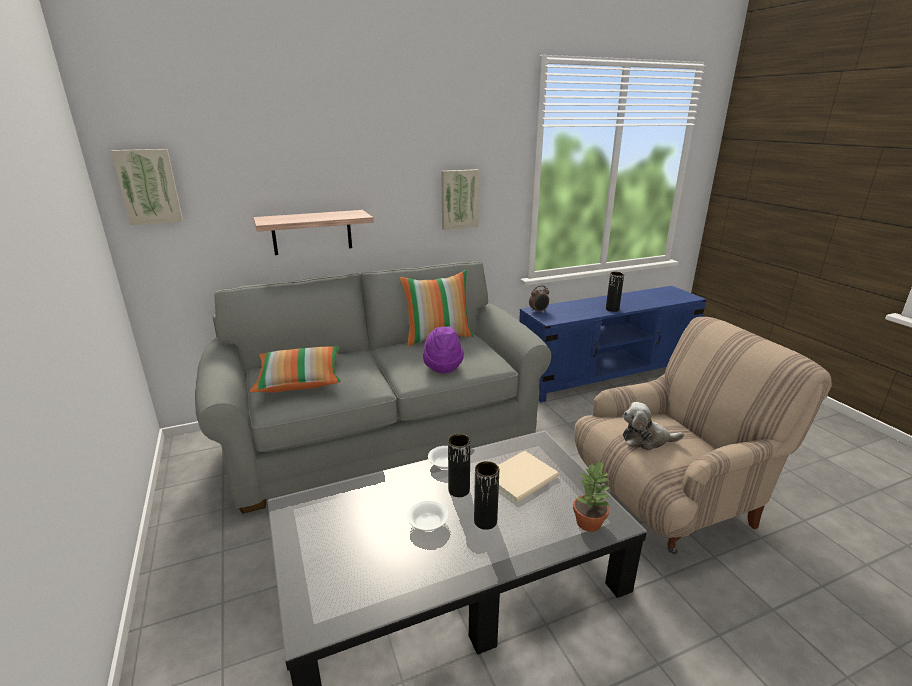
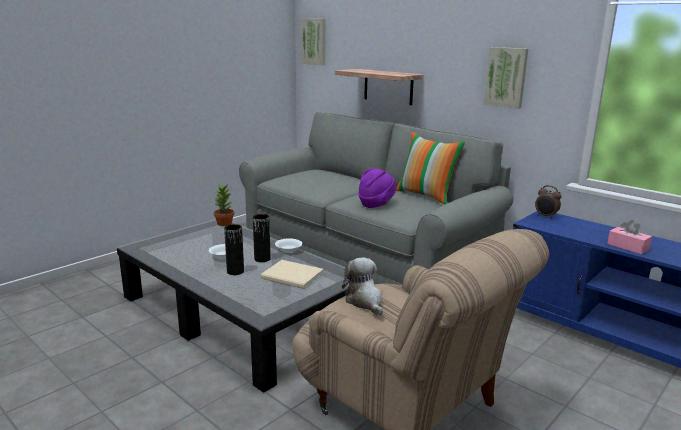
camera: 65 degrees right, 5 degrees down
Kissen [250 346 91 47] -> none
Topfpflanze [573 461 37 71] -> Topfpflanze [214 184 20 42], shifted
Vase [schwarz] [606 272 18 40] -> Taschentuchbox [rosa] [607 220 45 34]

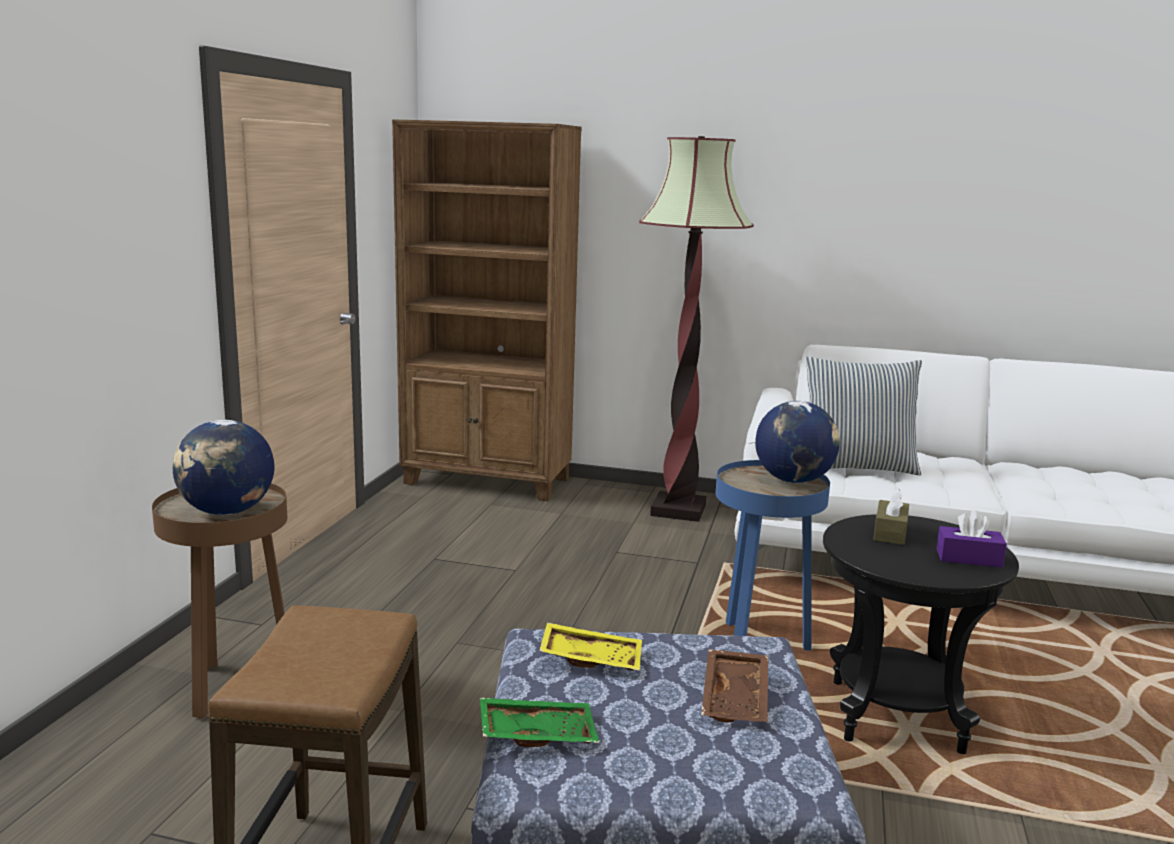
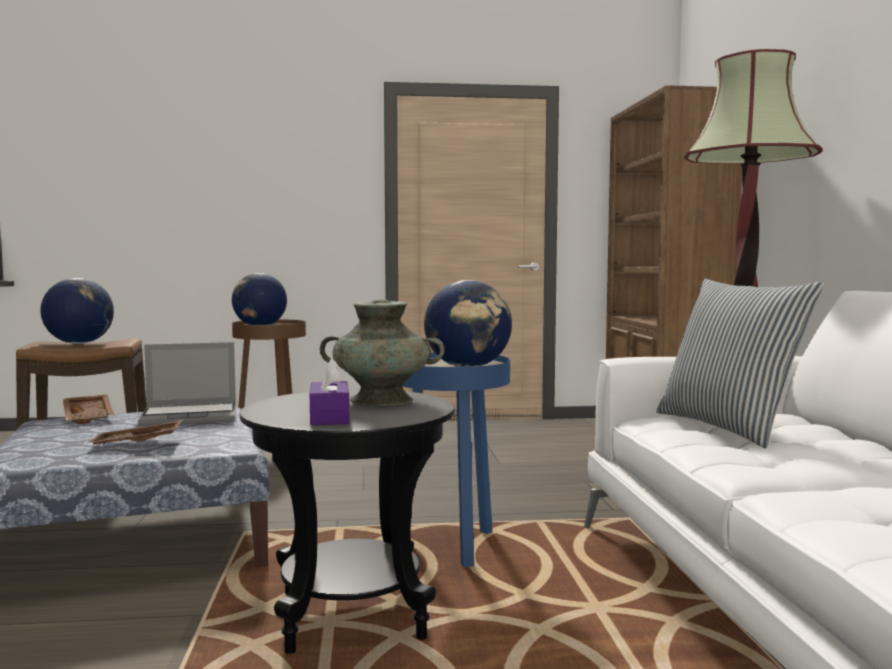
camera: 70 degrees right, 10 degrees down
Tablett [grün] [480 697 119 50] -> Tablett [braun] [63 395 51 29]
Tablett [gelb] [539 622 103 49] -> Laptop [138 342 98 85]
Taschentuchbox [braun] [873 488 36 57] -> Vase [türkis] [320 299 124 107]
none -> Globus [40 278 74 66]

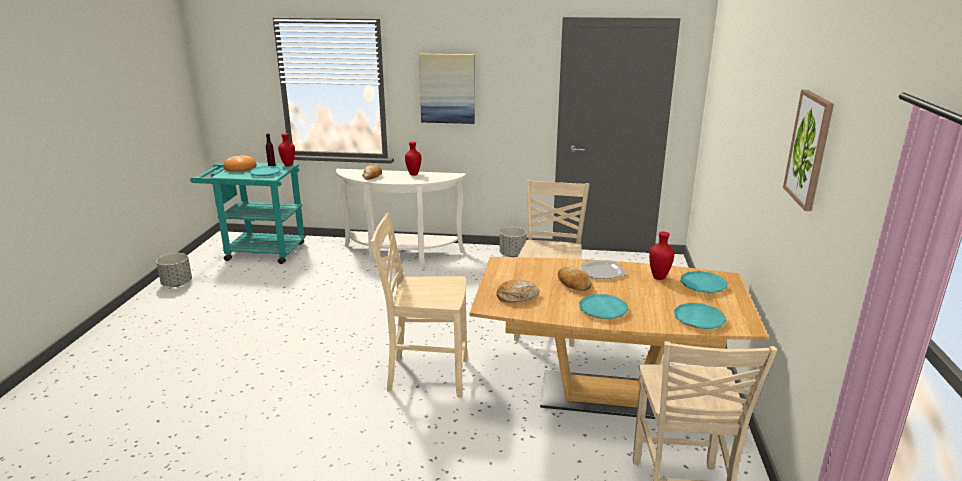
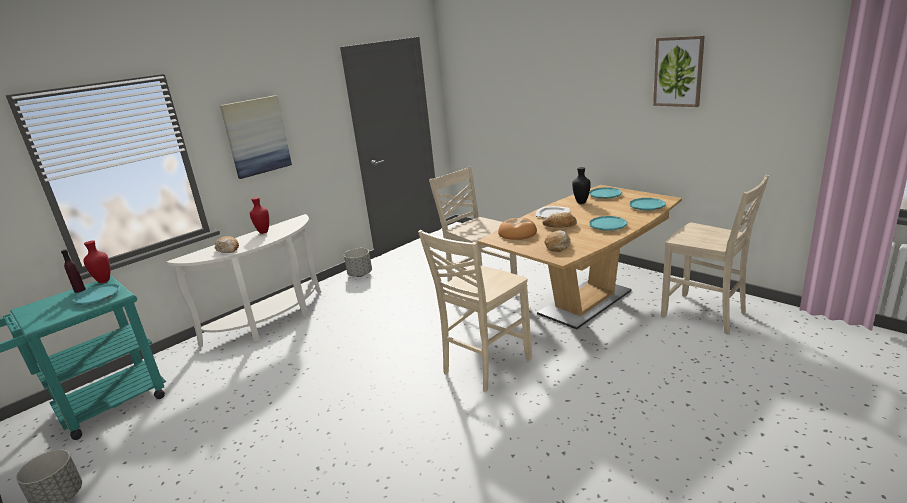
camera: 50 degrees left, 0 degrees up
Brot [223 155 33 17] -> Brot [498 218 39 22], shifted
Vase [rot] [649 232 25 48] -> Vase [schwarz] [572 167 19 37]

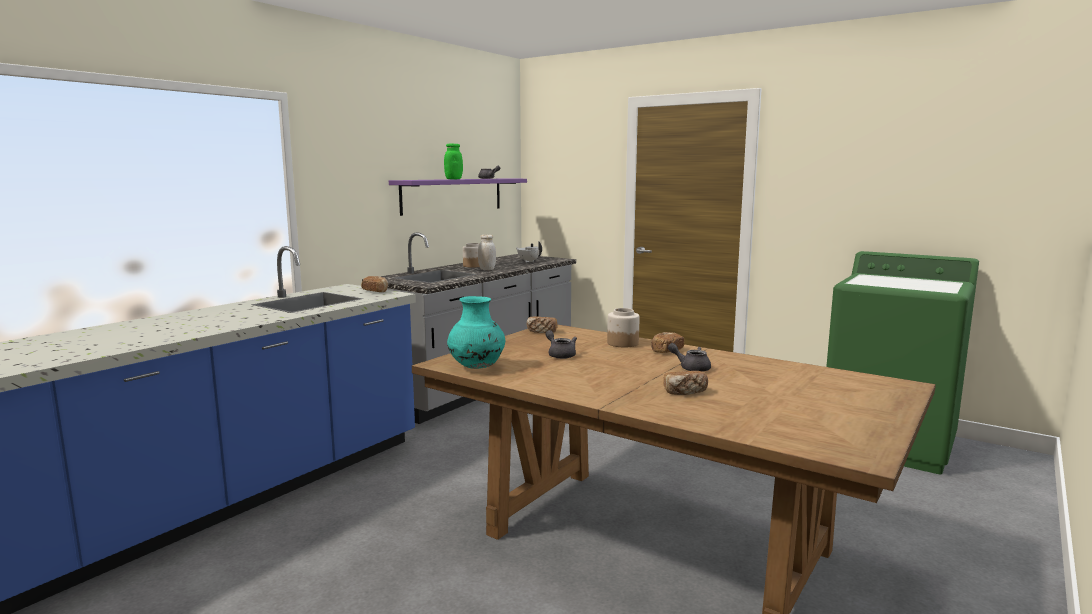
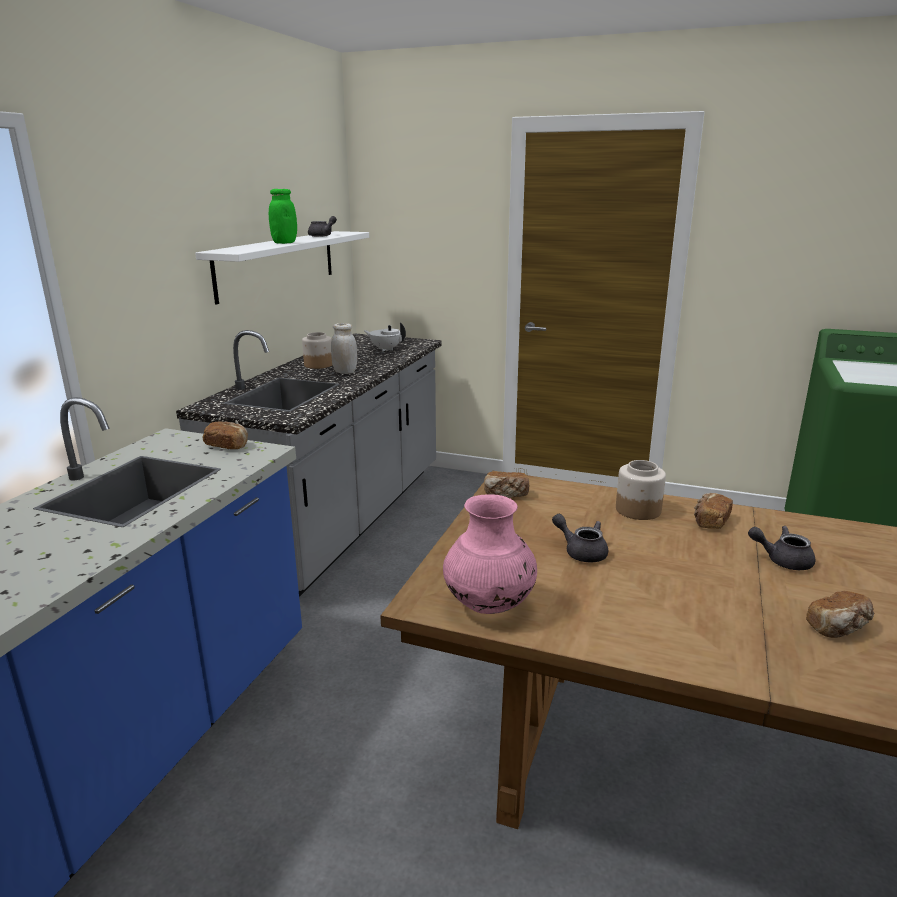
camera: 15 degrees left, 10 degrees up
Wandregal [lila] [389 178 138 38] -> Wandregal [weiß] [195 231 174 74]
Vase [türkis] [447 296 58 73] -> Vase [rosa] [443 494 94 120]

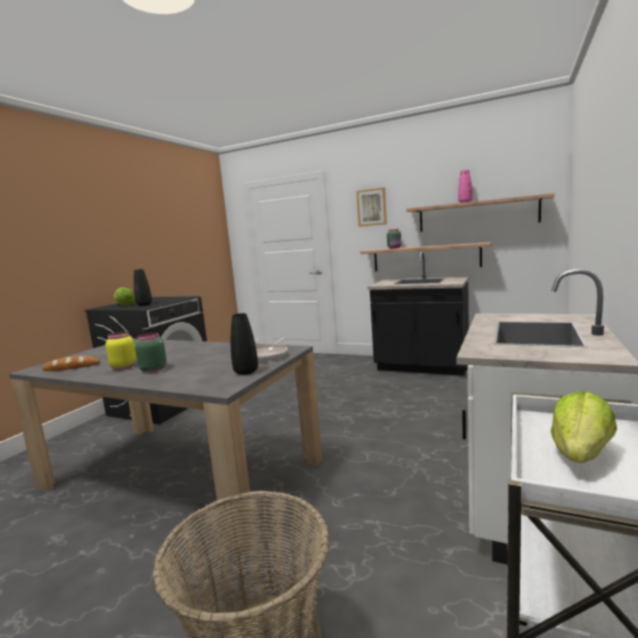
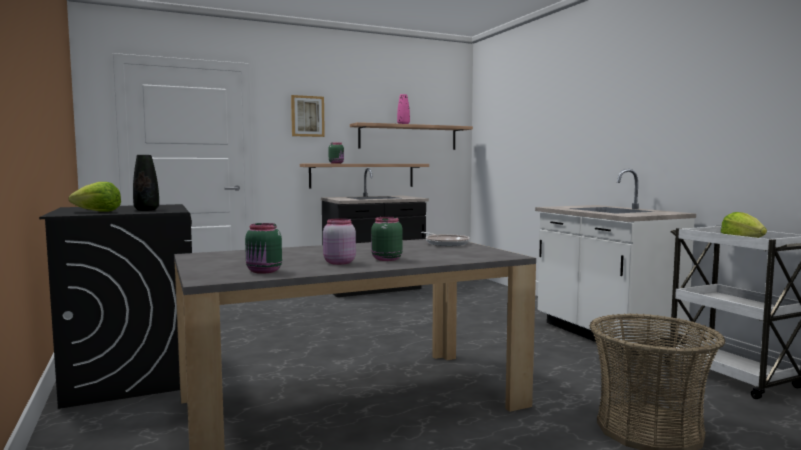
camera: 50 degrees left, 5 degrees down
Brot [42 356 58 15] -> Vorratsglas [grün] [245 223 37 51]
Vorratsglas [gelb] [105 332 32 38] -> Vorratsglas [rosa] [323 218 33 47]
Vase [schwarz] [231 313 27 62] -> none

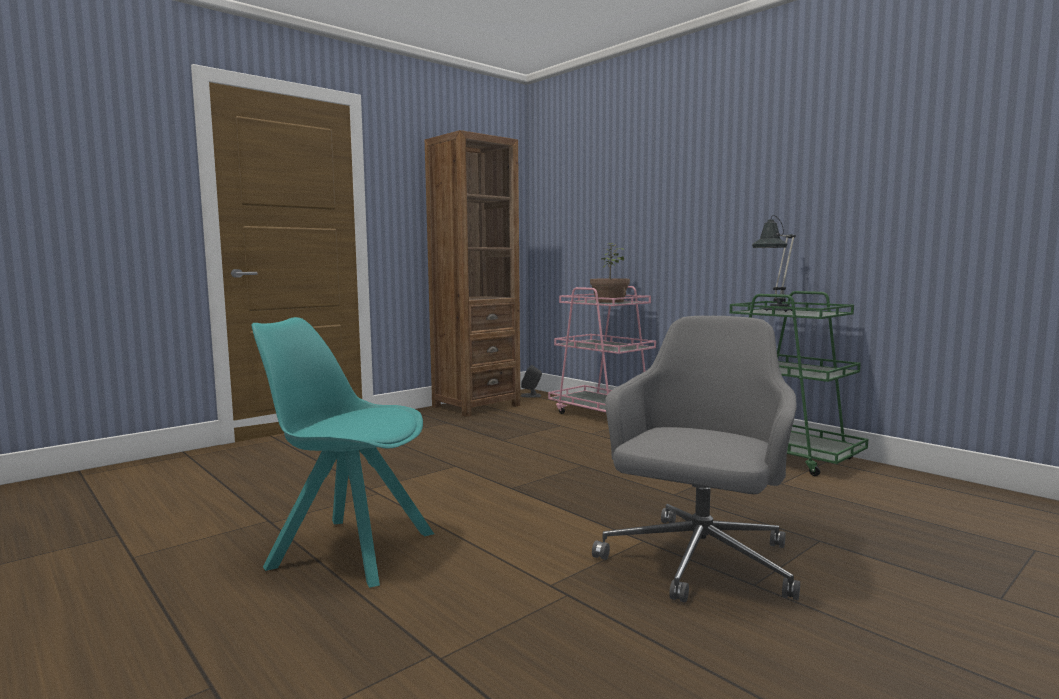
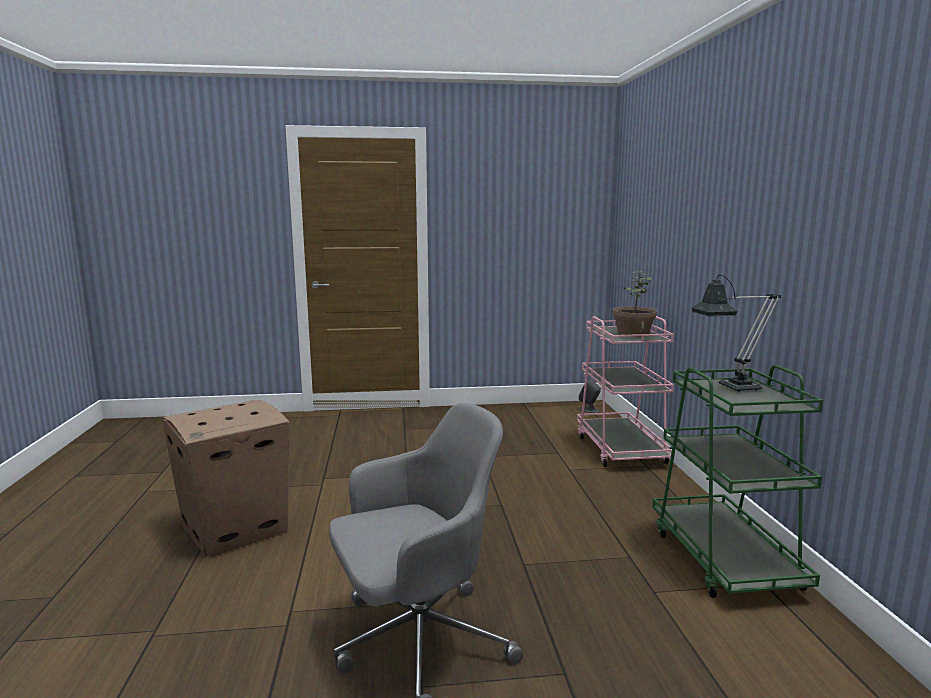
camera: 35 degrees right, 5 degrees up
Stuhl [türkis] [251 317 183 271] -> Karton [162 400 128 158]
Bücherregal [braun] [425 130 96 287] -> none

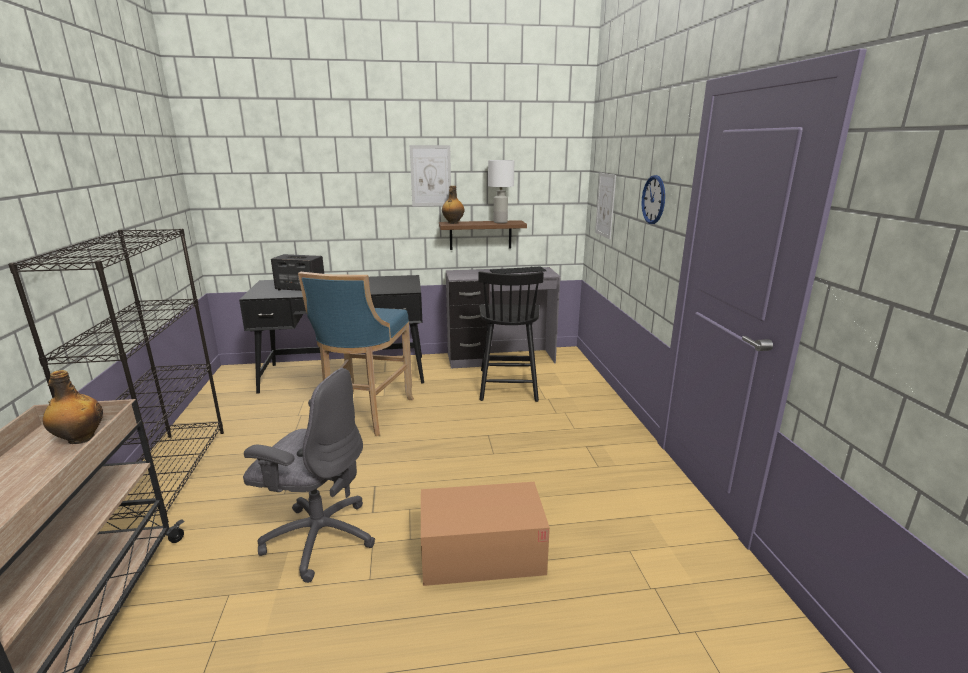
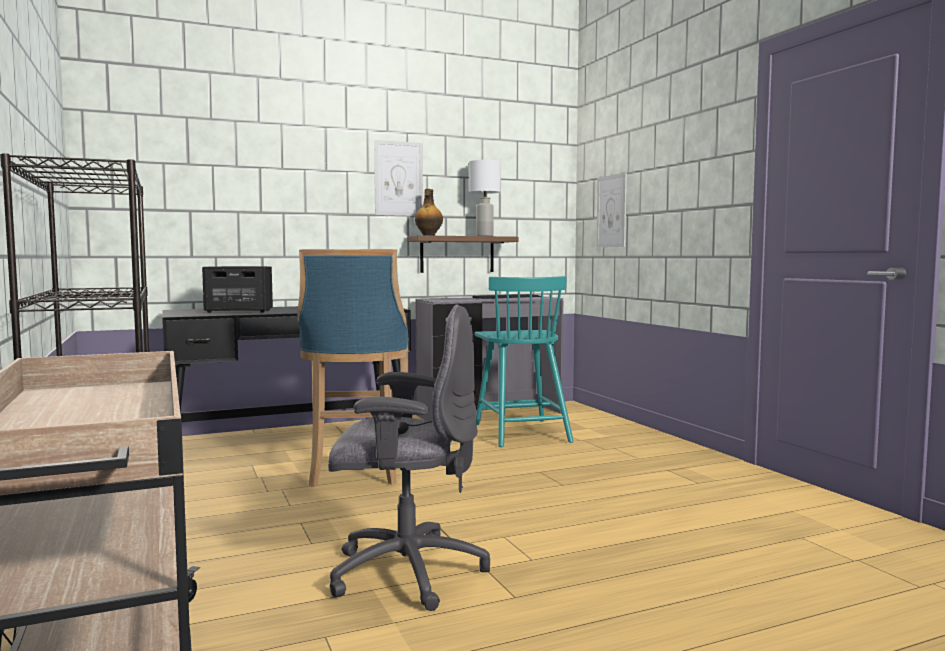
camera: 15 degrees left, 15 degrees down
Flasche [43 370 60 74] -> none
Karton [421 482 129 104] -> none
Stuhl [schwarz] [478 271 66 131] -> Stuhl [türkis] [475 276 99 171]
Wanduhr [641 175 24 49] -> none

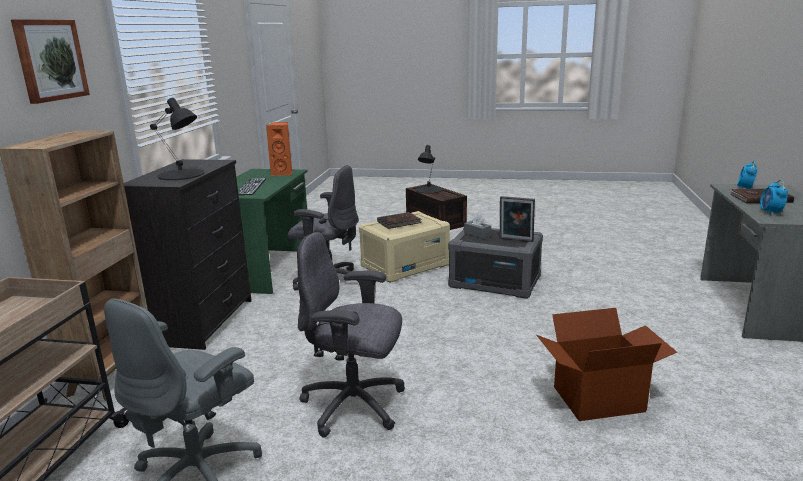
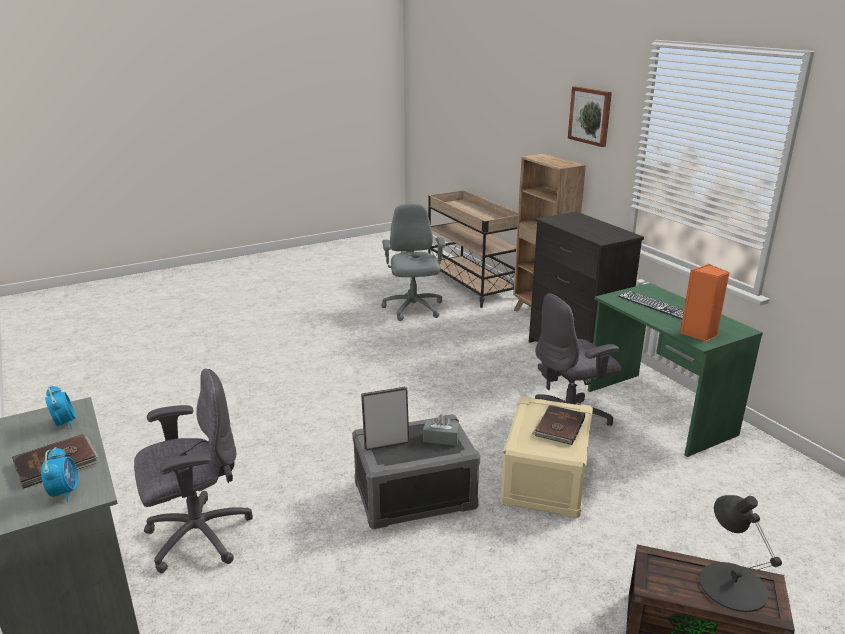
camera: 140 degrees right, 5 degrees up
Tischlampe [schwarz] [150 98 54 82] -> none
Bürostuhl [grau] [297 232 108 206] -> Bürostuhl [grau] [134 369 119 204], shifted
Karton [537 308 140 113] -> none

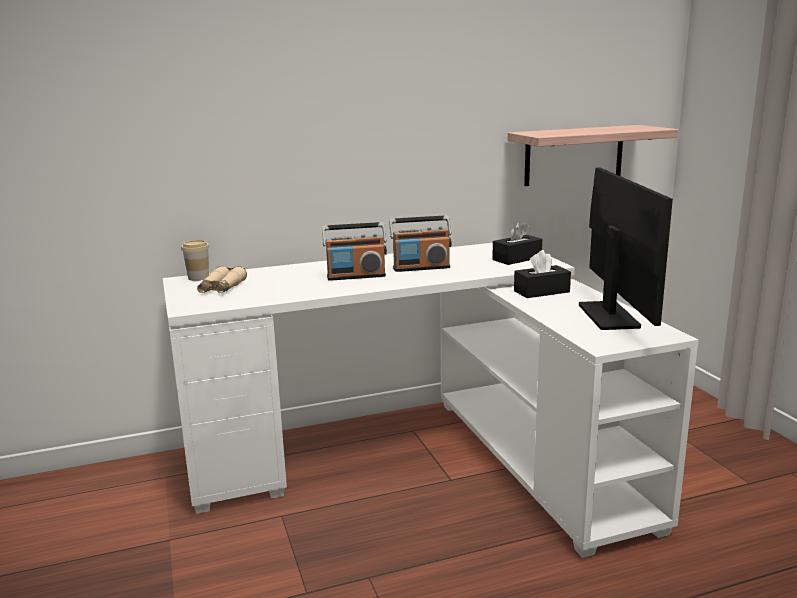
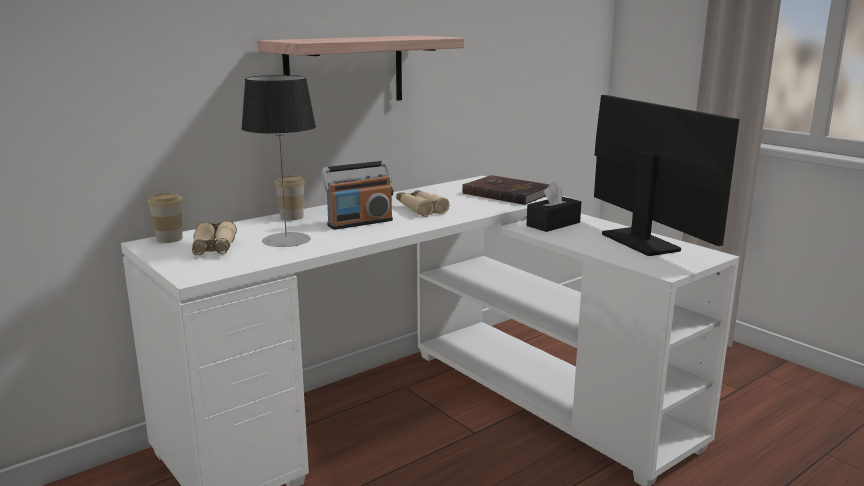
camera: 20 degrees left, 0 degrees up
Radio [389 215 63 57] -> Fernglas [beige] [396 190 53 27]
Taschentuchbox [schwarz] [492 221 50 44] -> Buch [braun] [462 175 88 30]
Wandregal [508 125 171 61] -> Wandregal [257 36 207 65], shifted
none -> Tischlampe [241 75 75 172]
none -> Tasse [274 175 31 46]

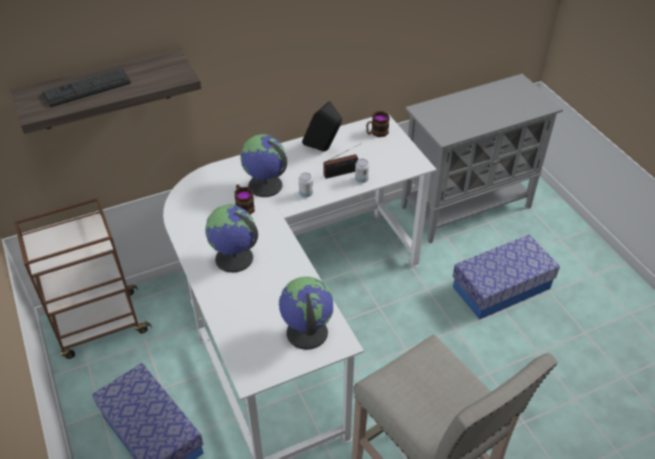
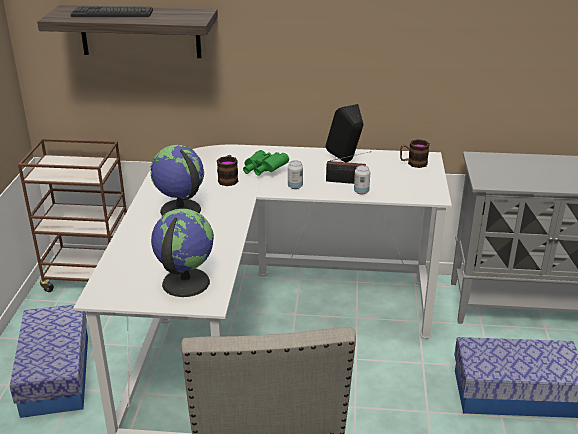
camera: 30 degrees right, 15 degrees down
Globus [240 134 47 63] -> Fernglas [grün] [243 150 46 26]

